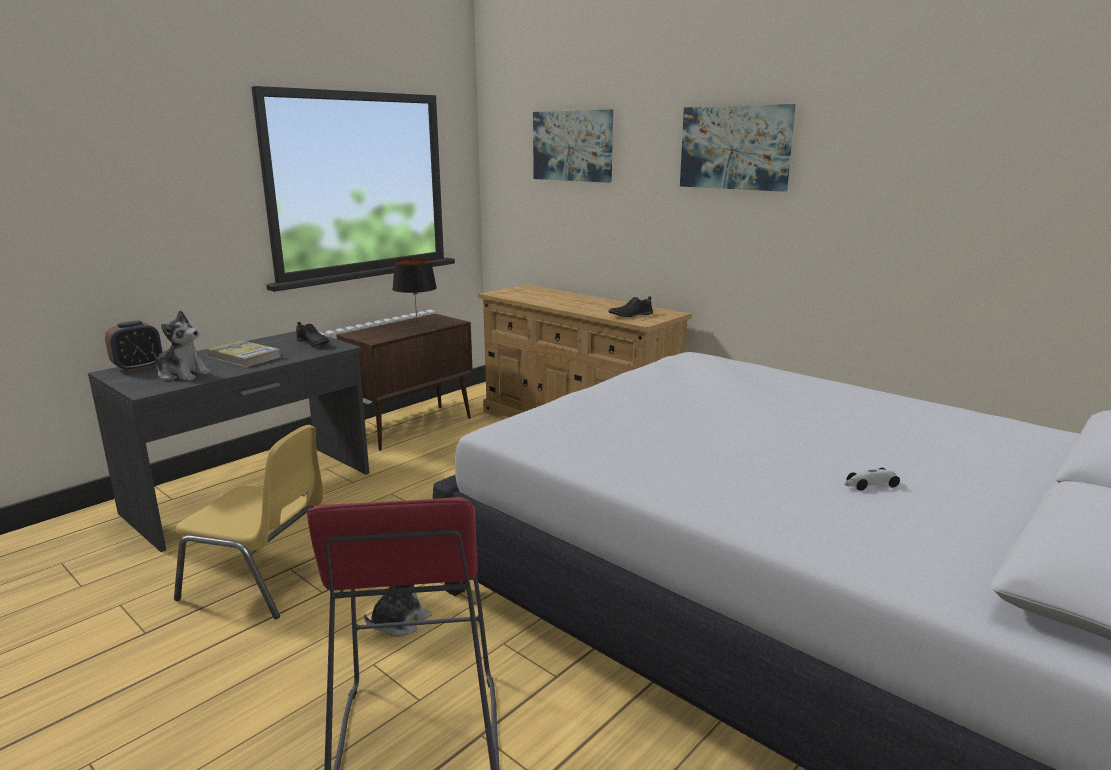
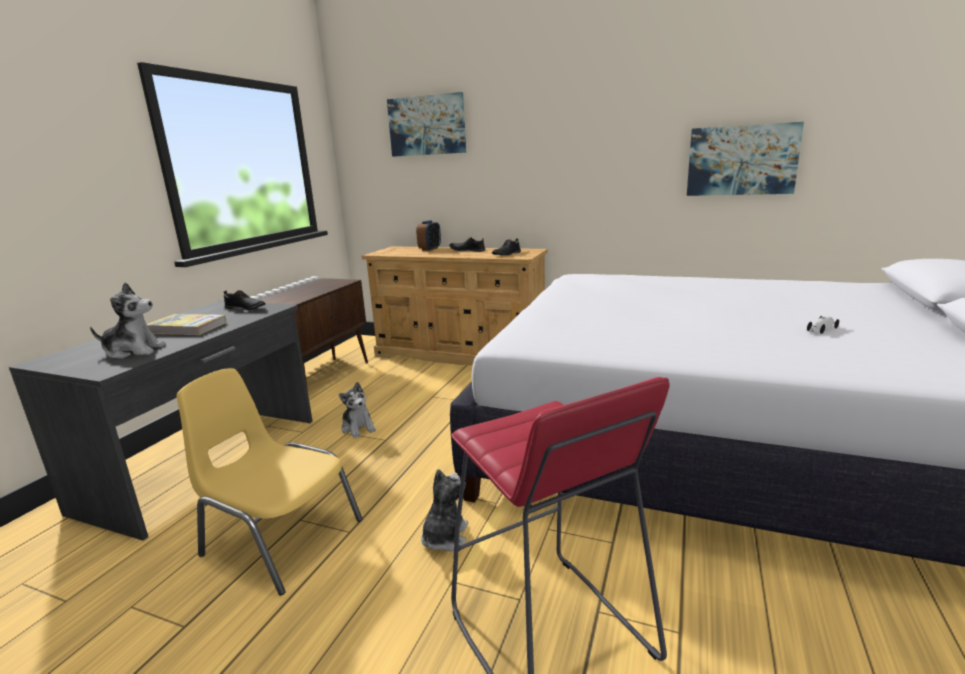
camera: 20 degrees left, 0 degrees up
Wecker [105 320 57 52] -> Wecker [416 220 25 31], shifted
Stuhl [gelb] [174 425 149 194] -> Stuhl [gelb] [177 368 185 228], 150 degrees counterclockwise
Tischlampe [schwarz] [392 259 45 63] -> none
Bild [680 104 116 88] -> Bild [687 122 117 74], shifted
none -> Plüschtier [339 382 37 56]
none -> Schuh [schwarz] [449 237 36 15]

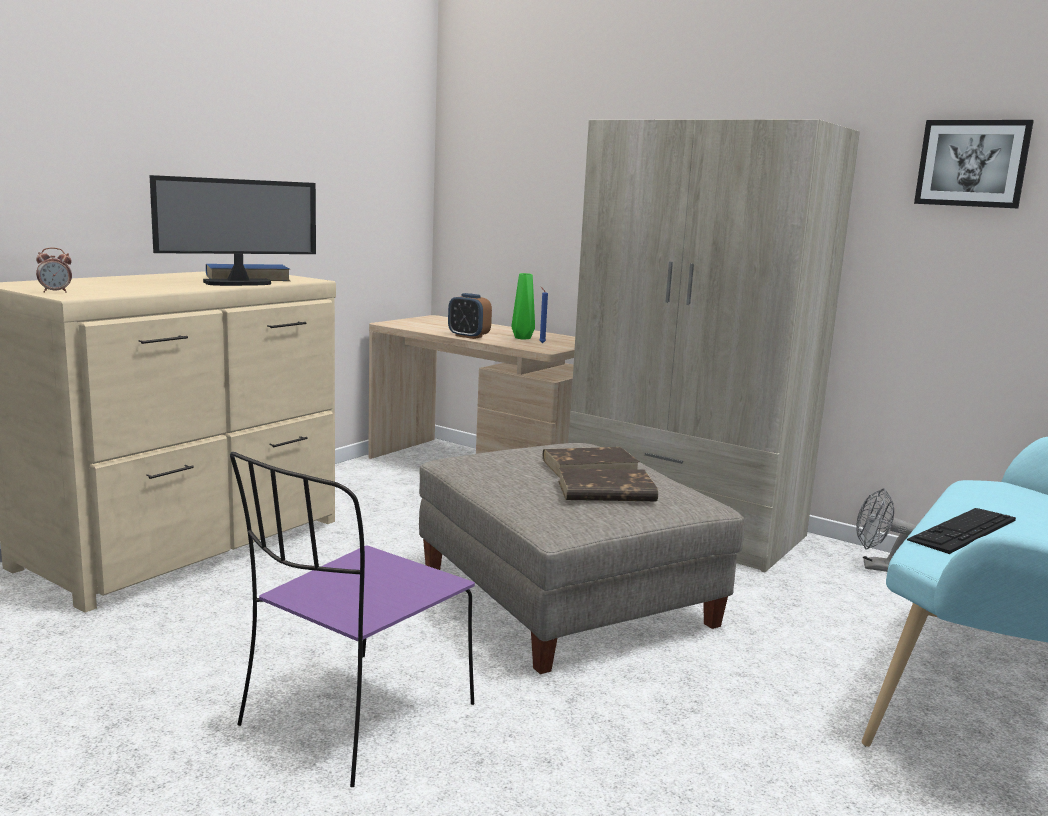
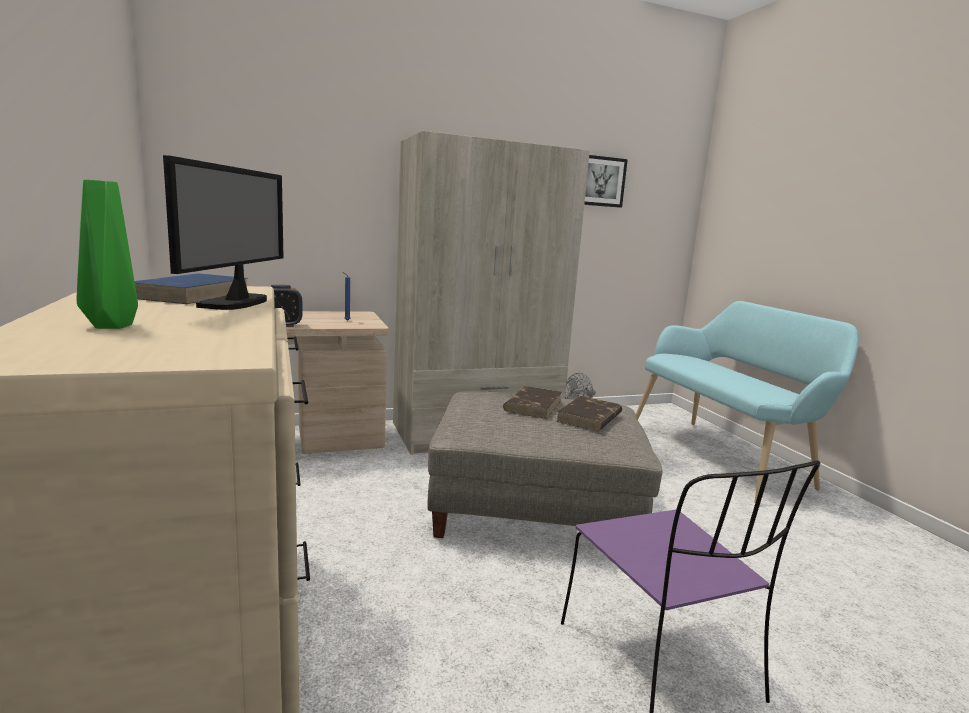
camera: 55 degrees left, 0 degrees up
Wecker [36 248 36 45] -> none
Vase [grün] [512 273 23 67] -> Vase [grün] [77 179 61 150], shifted
Tastatur [907 508 109 46] -> none

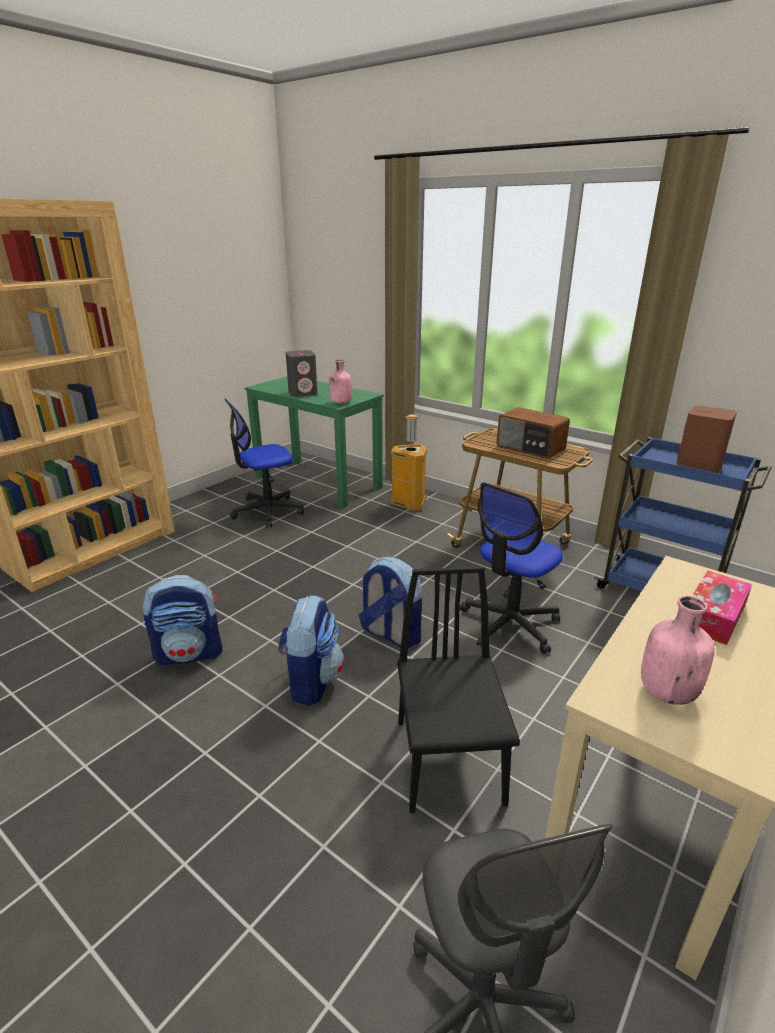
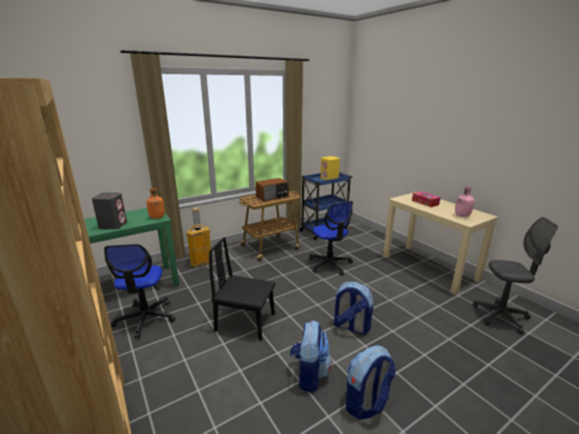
camera: 70 degrees left, 5 degrees down
Flasche [rosa] [329 359 23 45] -> Flasche [orange] [146 188 19 31]
Rucksack [359 557 63 91] -> Rucksack [346 345 50 75], shifted
Stuhl [schwarz] [397 566 123 247] -> Stuhl [schwarz] [209 237 66 104], shifted
Lautsprecher [braun] [676 405 61 68] -> Lautsprecher [gelb] [321 156 19 24]

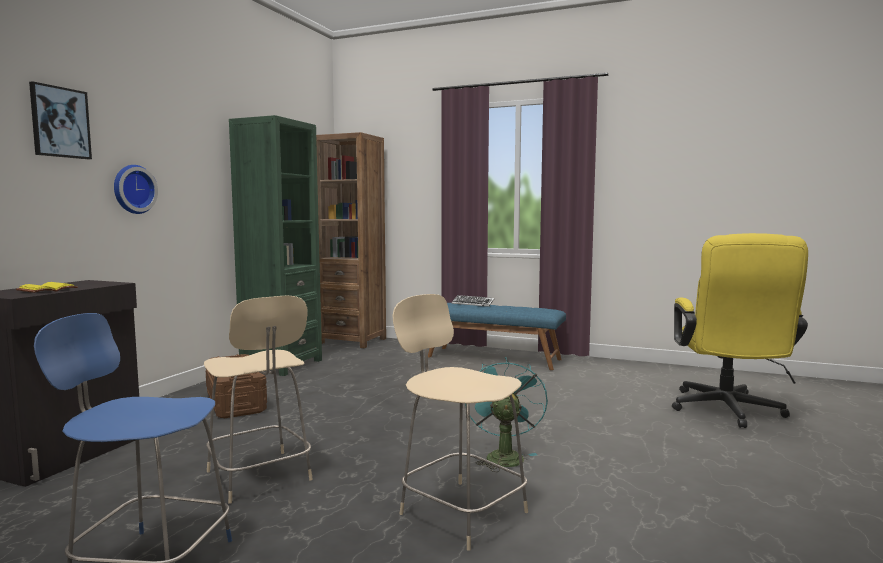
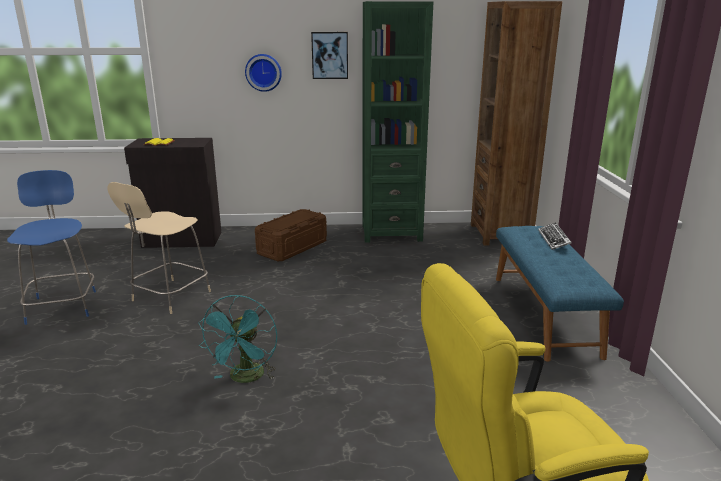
camera: 65 degrees right, 15 degrees up
Bild [29 81 63 78] -> Bild [311 32 37 47], shifted
Stuhl [beige] [393 294 135 257] -> none
Ventilator [türkis] [465 357 83 115] -> Ventilator [türkis] [198 295 79 88], 120 degrees clockwise

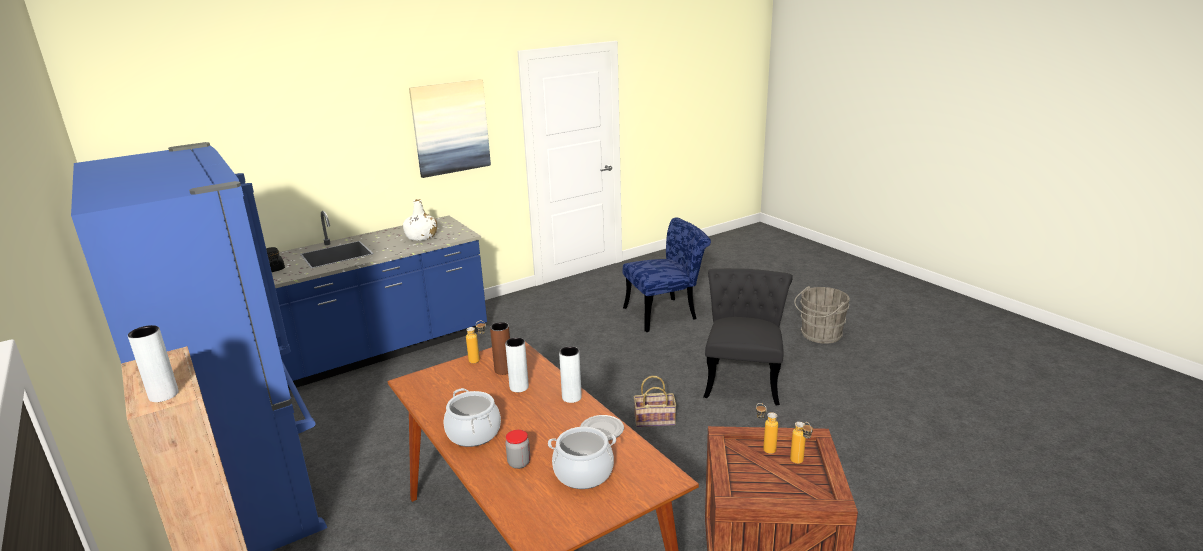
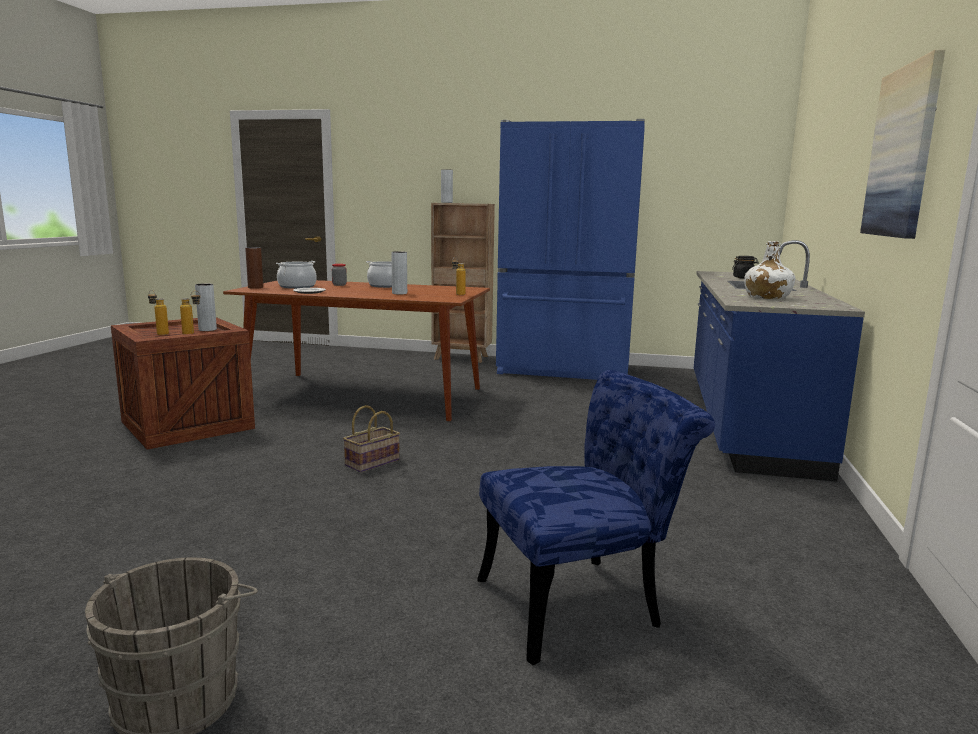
camera: 135 degrees right, 10 degrees down
Vase [braun] [490 322 20 53] -> Vase [braun] [245 247 18 42], shifted
Vase [grau] [559 346 23 57] -> Vase [grau] [195 283 22 48], shifted
Stuhl [blau] [623 217 88 115] -> Stuhl [blau] [478 370 237 295], 135 degrees counterclockwise
Stuhl [schwarz] [703 268 90 137] -> none

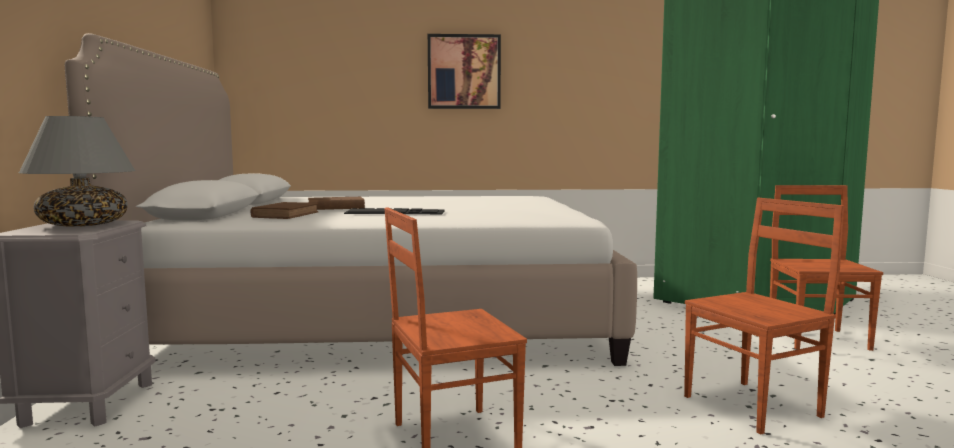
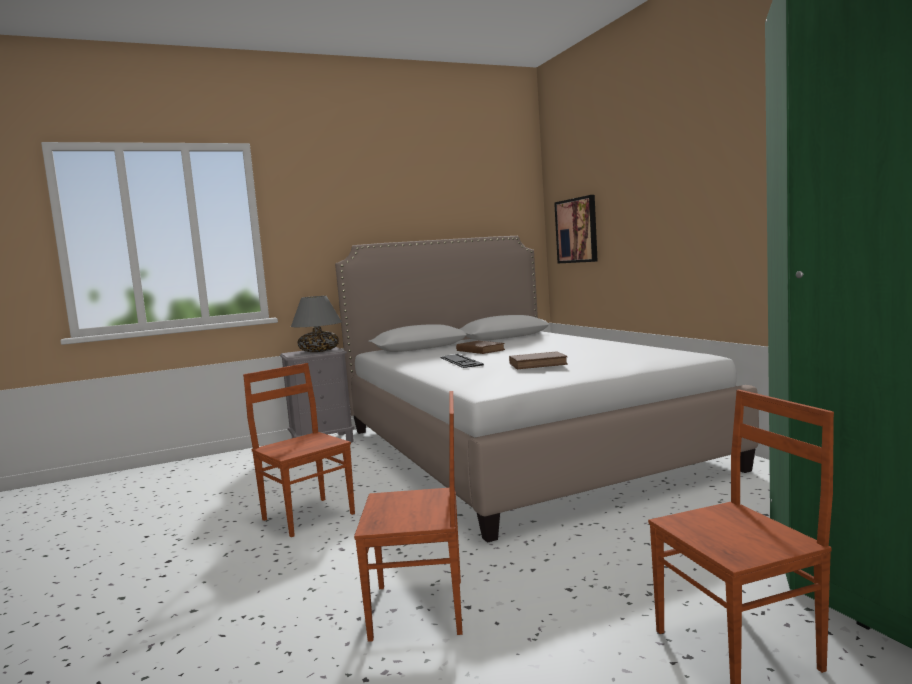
camera: 70 degrees right, 0 degrees up
Buch [braun] [251 202 68 17] -> Buch [braun] [509 351 59 18], shifted
Bild [428 34 73 75] -> Bild [554 195 44 68], shifted
Stuhl [braun] [684 198 160 237] -> Stuhl [braun] [354 391 108 251], 45 degrees counterclockwise

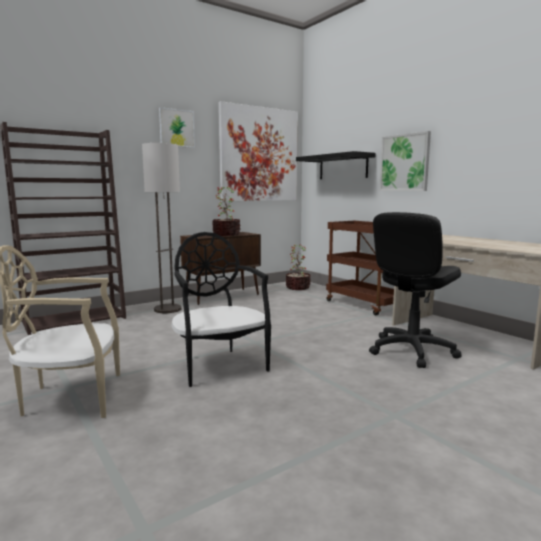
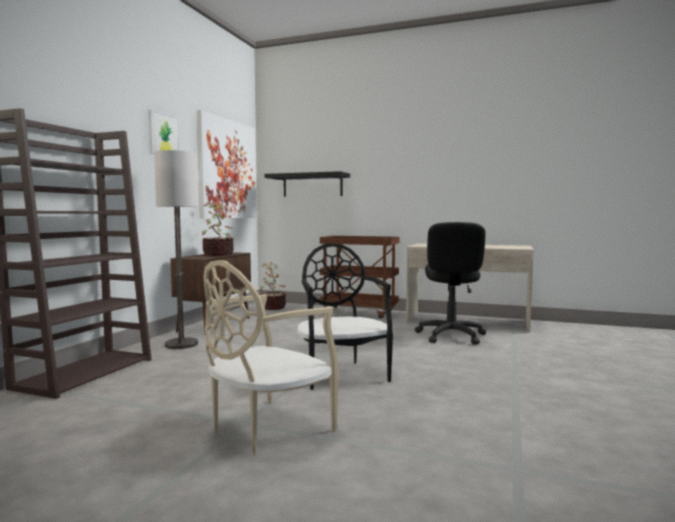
camera: 35 degrees left, 5 degrees down
Stuhl [schwarz] [171 232 100 155] -> Stuhl [schwarz] [297 243 96 147], 45 degrees clockwise
Bild [379 131 52 60] -> none

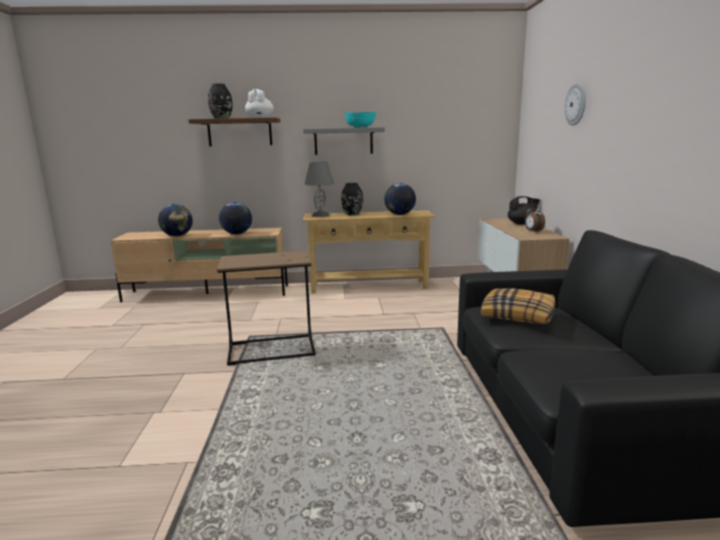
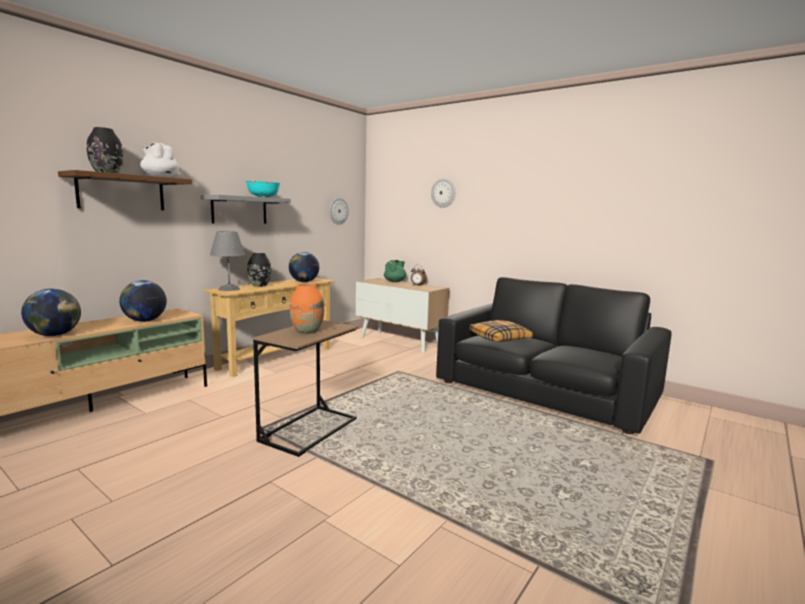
camera: 50 degrees left, 5 degrees down
Teekanne [schwarz] [508 196 32 29] -> Teekanne [grün] [384 260 22 22]
none -> Vase [orange] [290 283 34 51]
none -> Wanduhr [329 198 20 27]

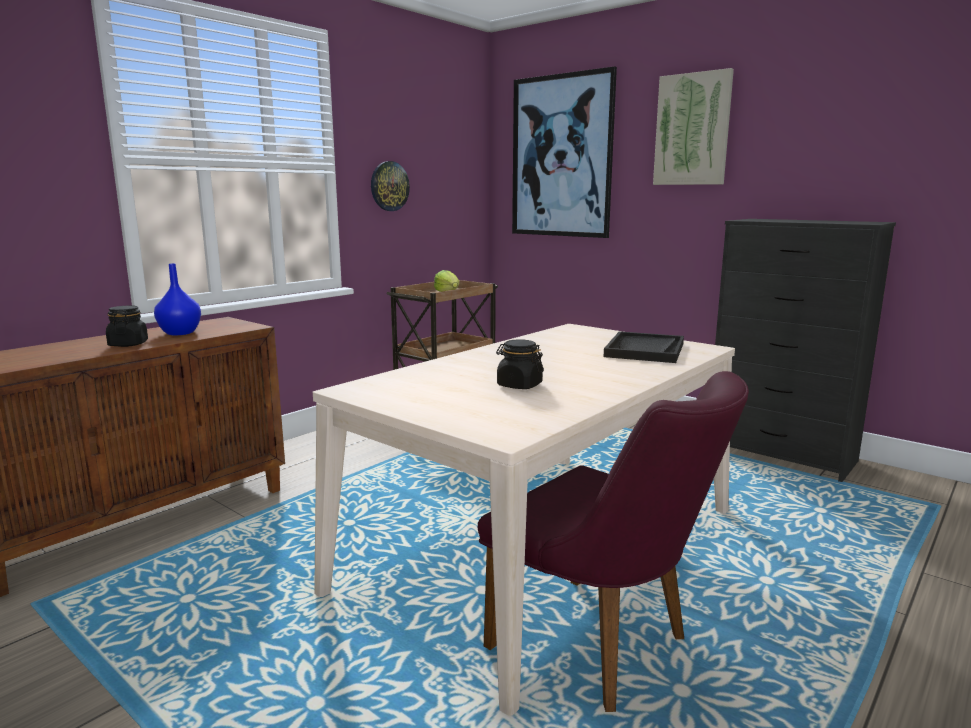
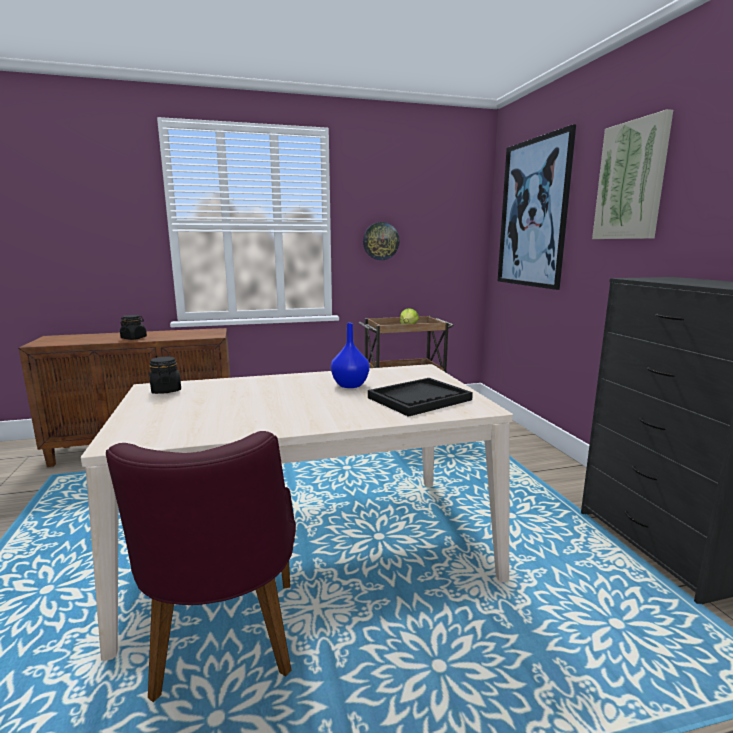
camera: 35 degrees right, 0 degrees up
Vase [blau] [154 263 47 72] -> Vase [blau] [331 323 39 65], shifted
Vorratsglas [schwarz] [496 339 48 50] -> Vorratsglas [schwarz] [149 357 32 37], shifted

